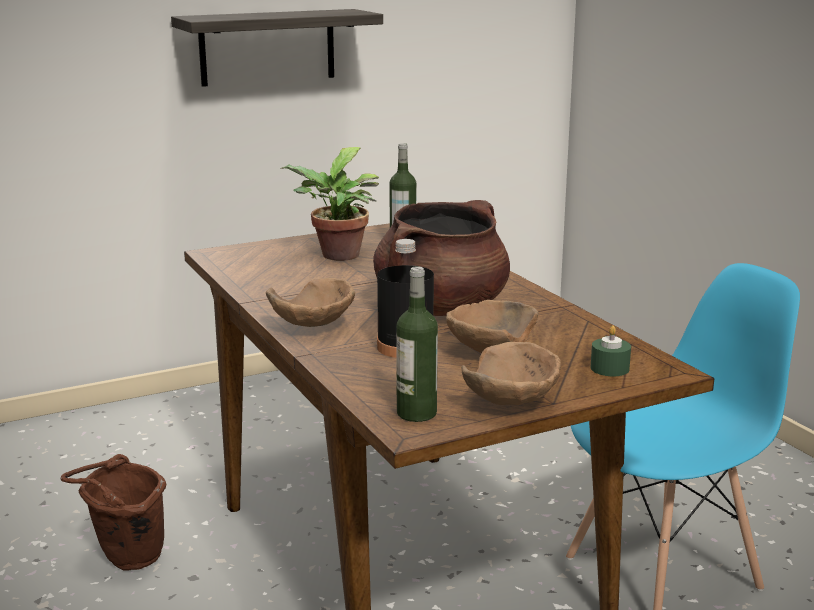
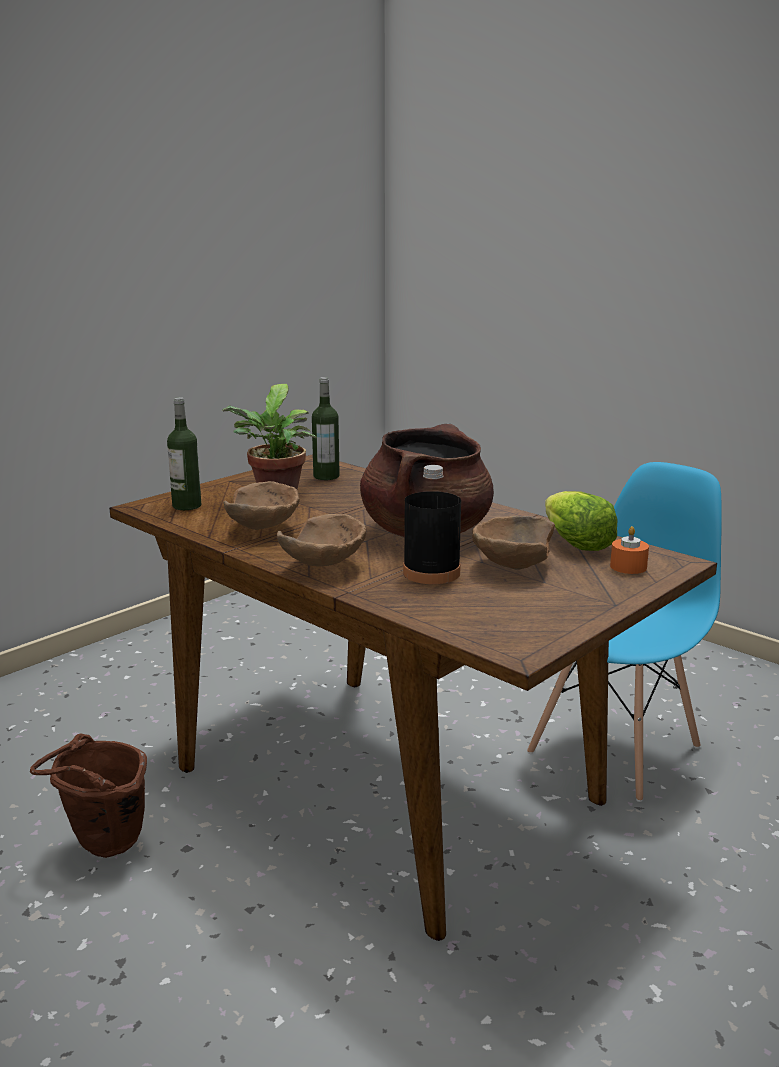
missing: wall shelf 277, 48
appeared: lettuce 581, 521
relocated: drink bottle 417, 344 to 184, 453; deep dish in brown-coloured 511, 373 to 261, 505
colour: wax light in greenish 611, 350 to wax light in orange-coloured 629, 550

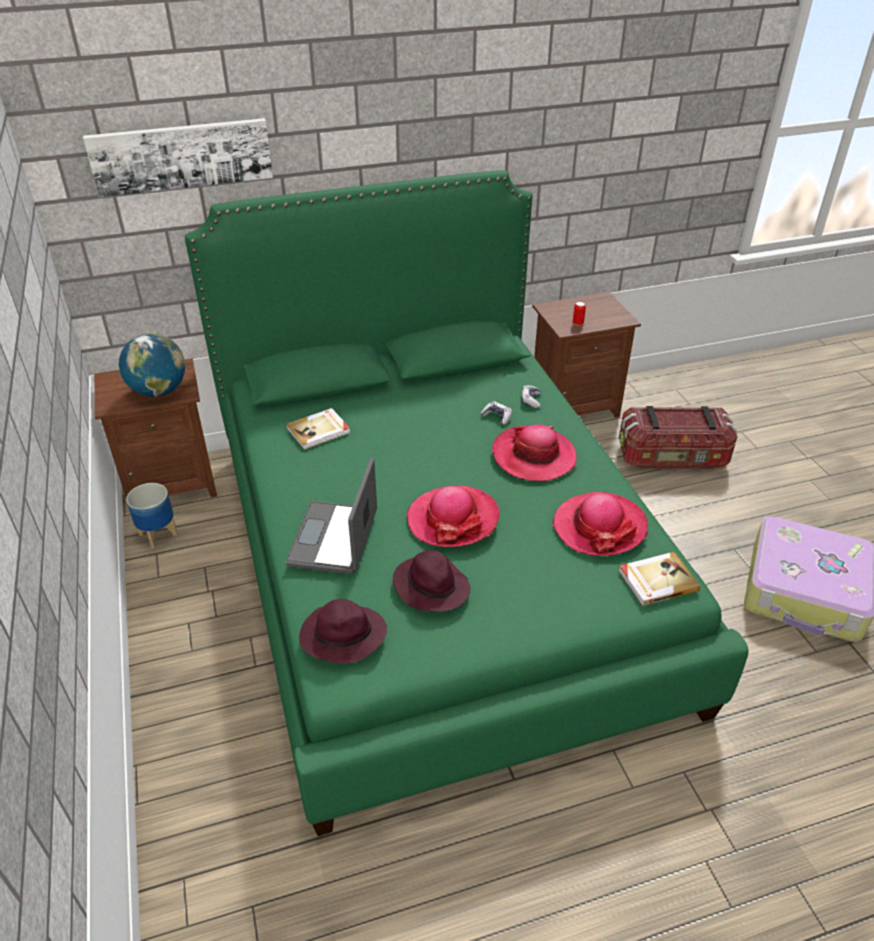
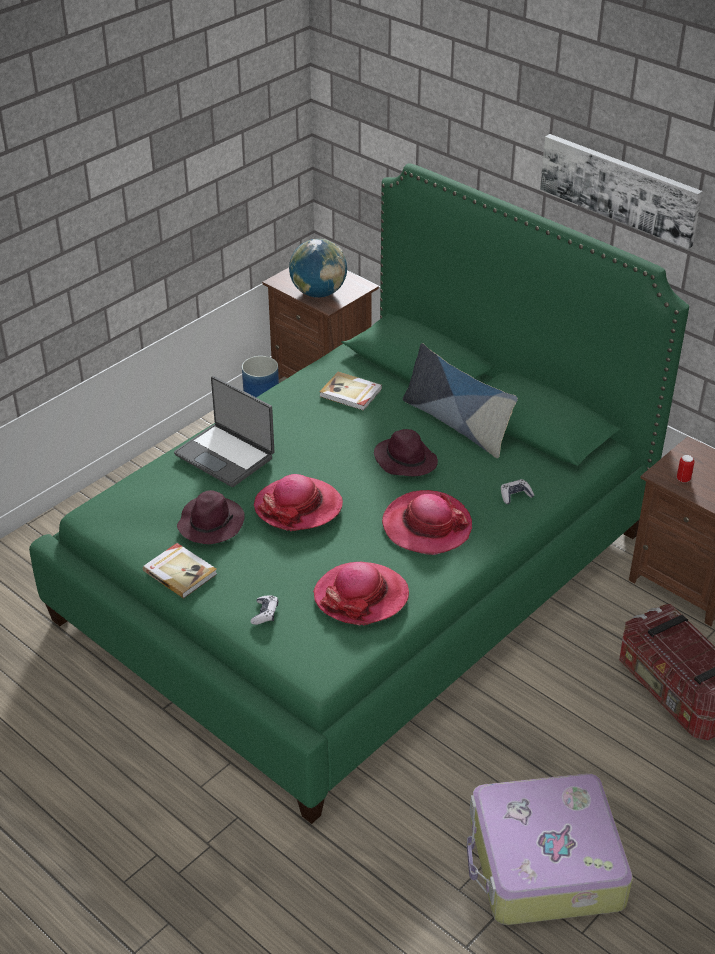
appeared: pillow 460, 400
relocated: wall art 178, 157 to 621, 191; hat in purplish 343, 631 to 406, 452; joypad 496, 413 to 264, 610; book 659, 579 to 180, 570
spun: portable computer 331, 516 = 224, 431 120 degrees counterclockwise

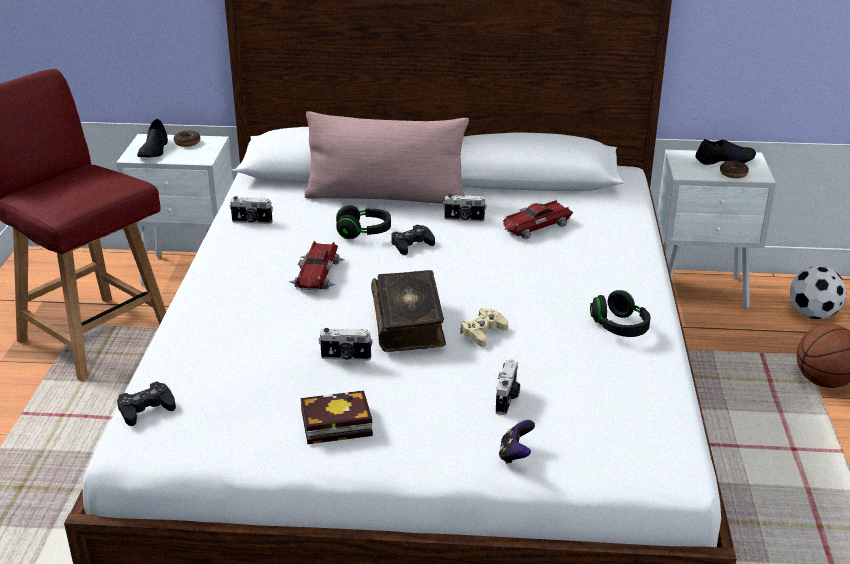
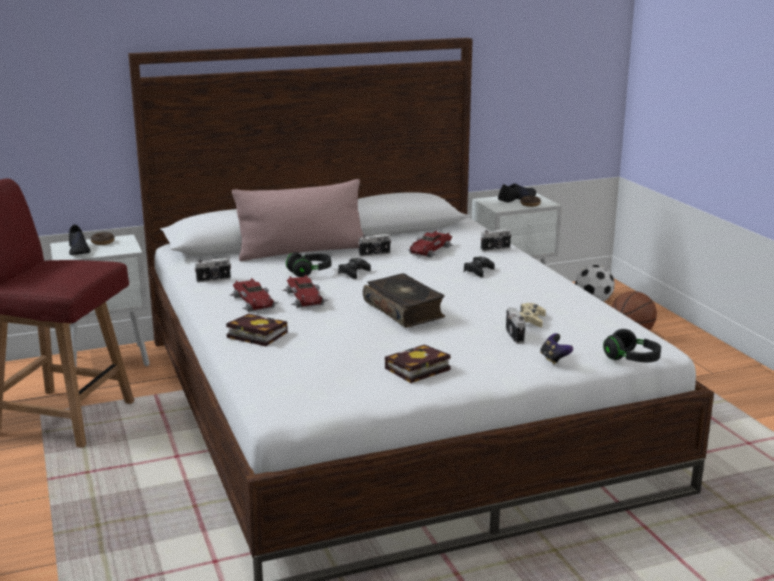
appeared: book 256, 330; toy car 254, 295
relocated: joypad in black 146, 404 to 479, 267; photo camera 345, 344 to 496, 240; joypad in sand-coloured 484, 327 to 532, 315; headset in black 620, 313 to 632, 345

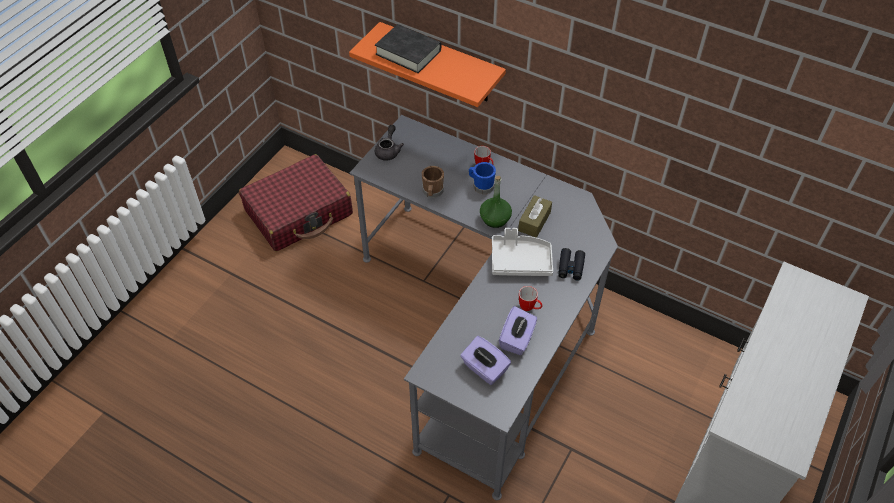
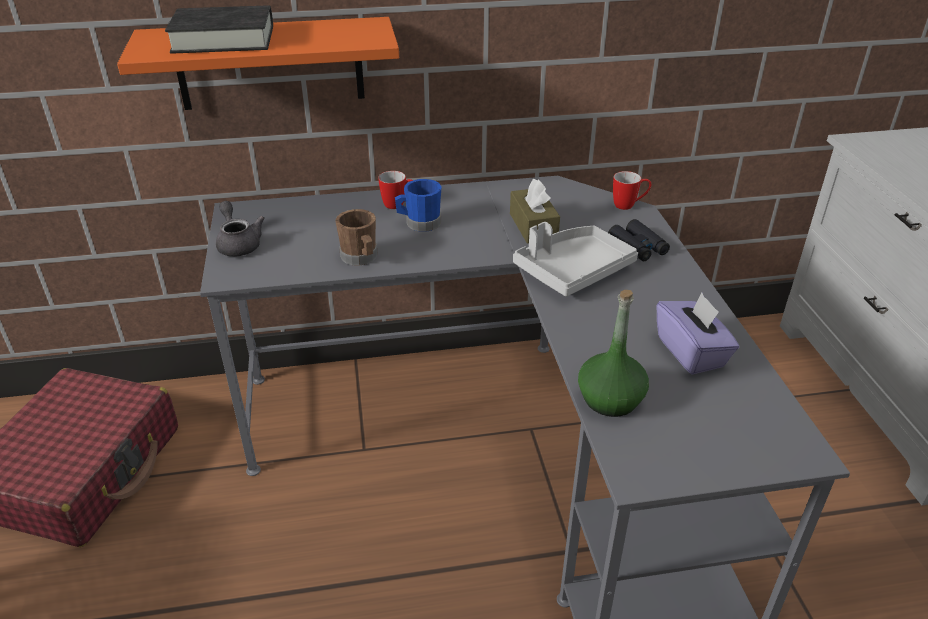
missing: box of tissues in purplish 485, 360
relocated: drink bottle in greenish 496, 202 to 613, 353; coffee mug 530, 298 to 632, 190

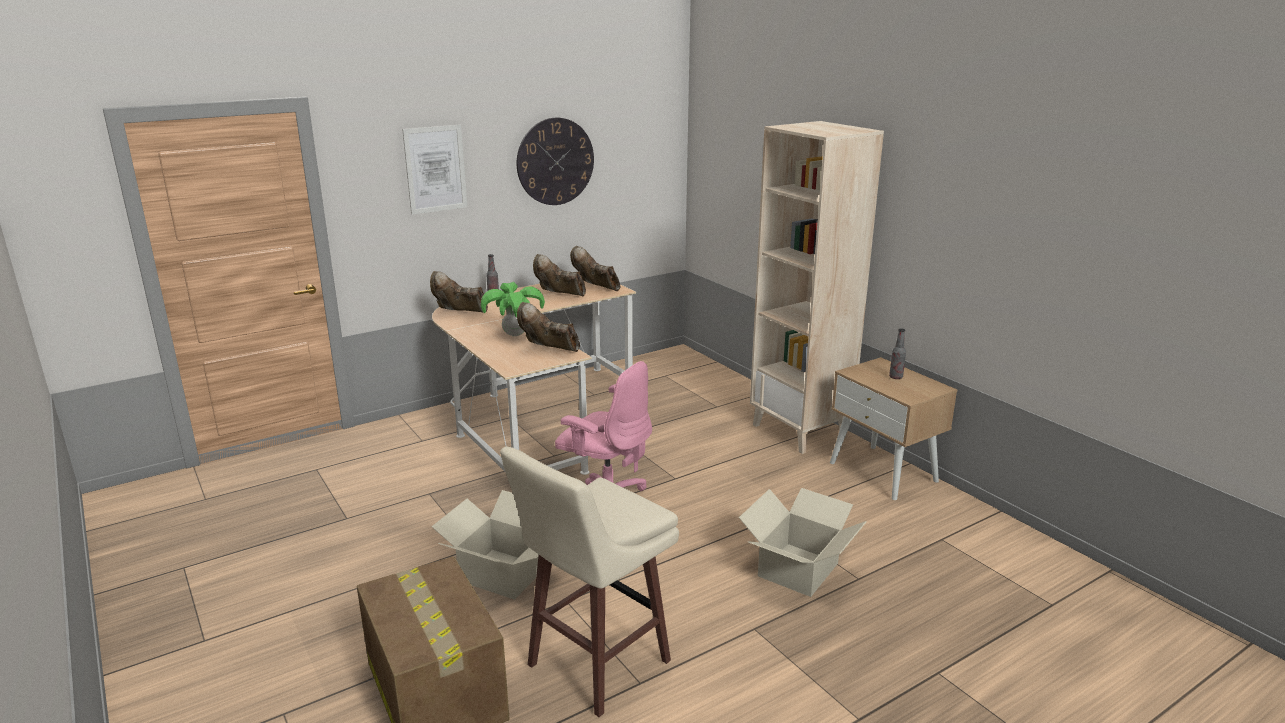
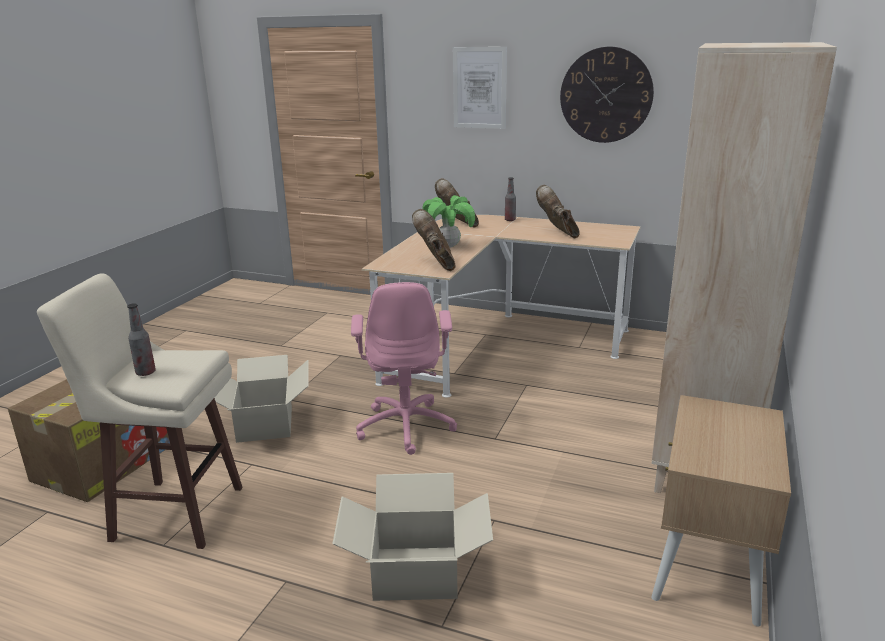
missing: tall boot in brown-coloured 595, 268
relocated: drink bottle 897, 353 to 141, 339

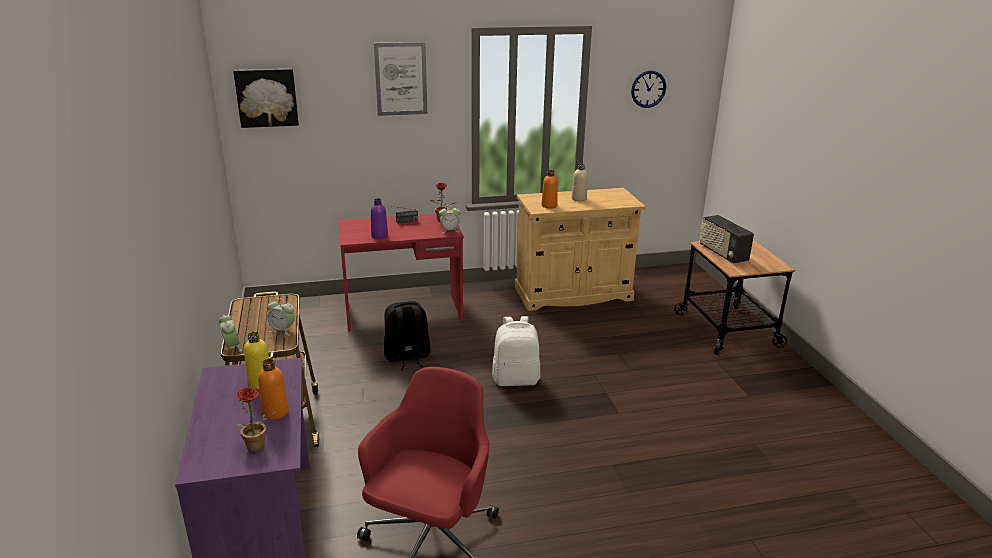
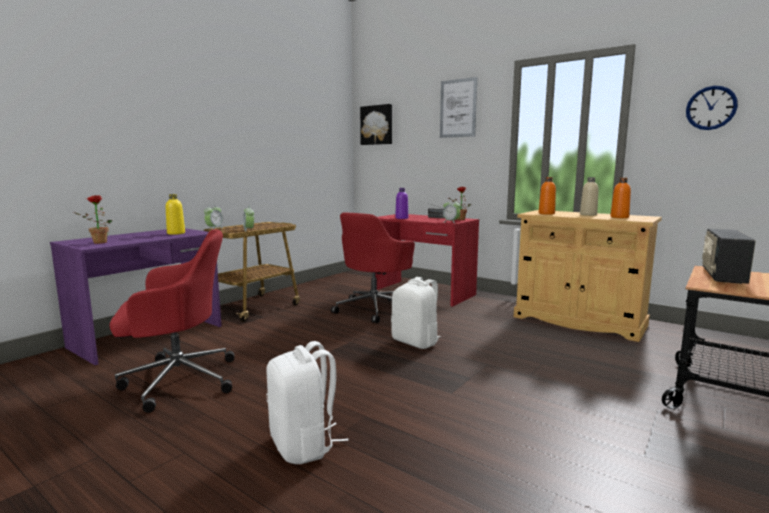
appeared: knapsack in white-coloured 307, 402
relocated: drink bottle in orange-coloured 273, 389 to 620, 198
exchanged: knapsack in black 407, 336 to office chair in red-coloured 373, 267

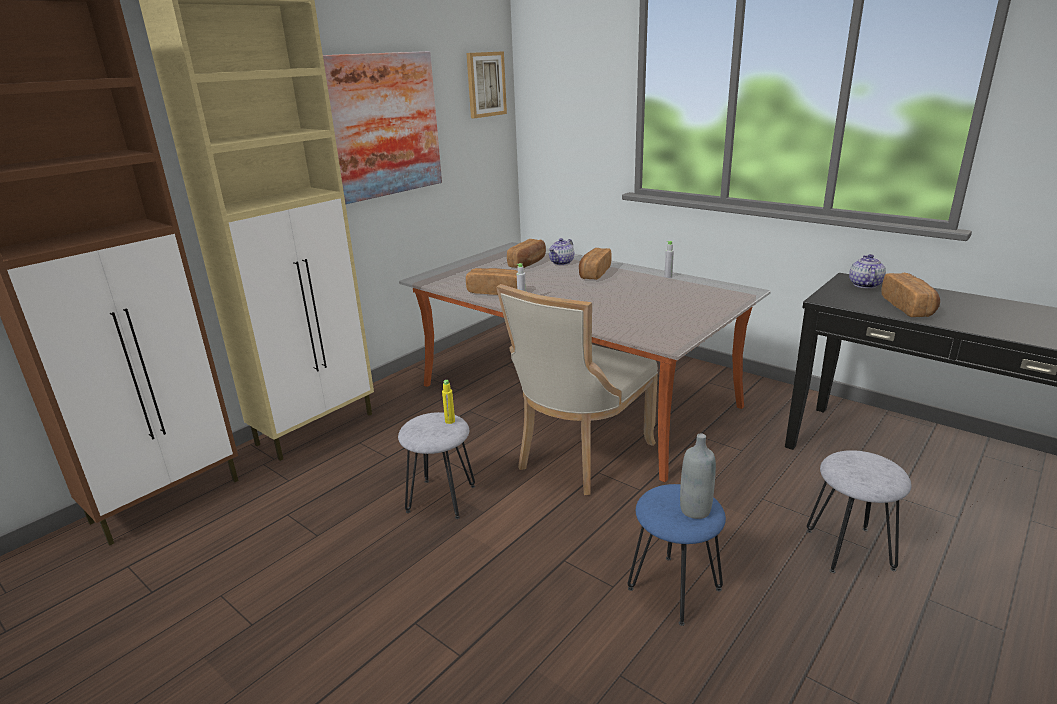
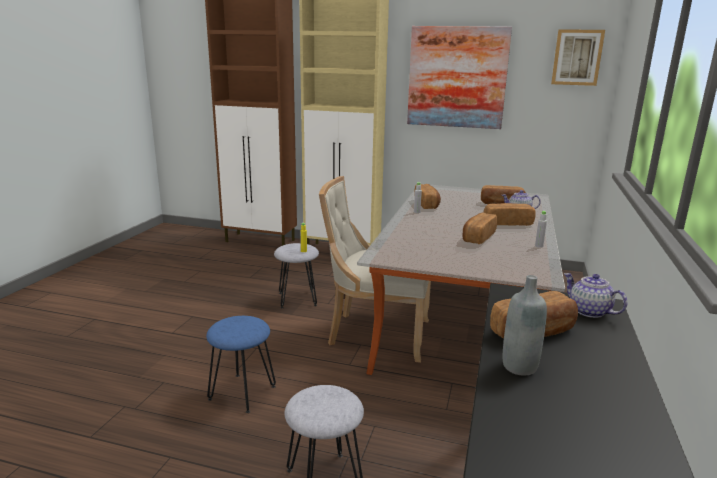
appeared: bread 479, 228
relocated: drink bottle in gray 698, 476 to 525, 325
spun: tea pot 867, 271 = 595, 295 120 degrees counterclockwise

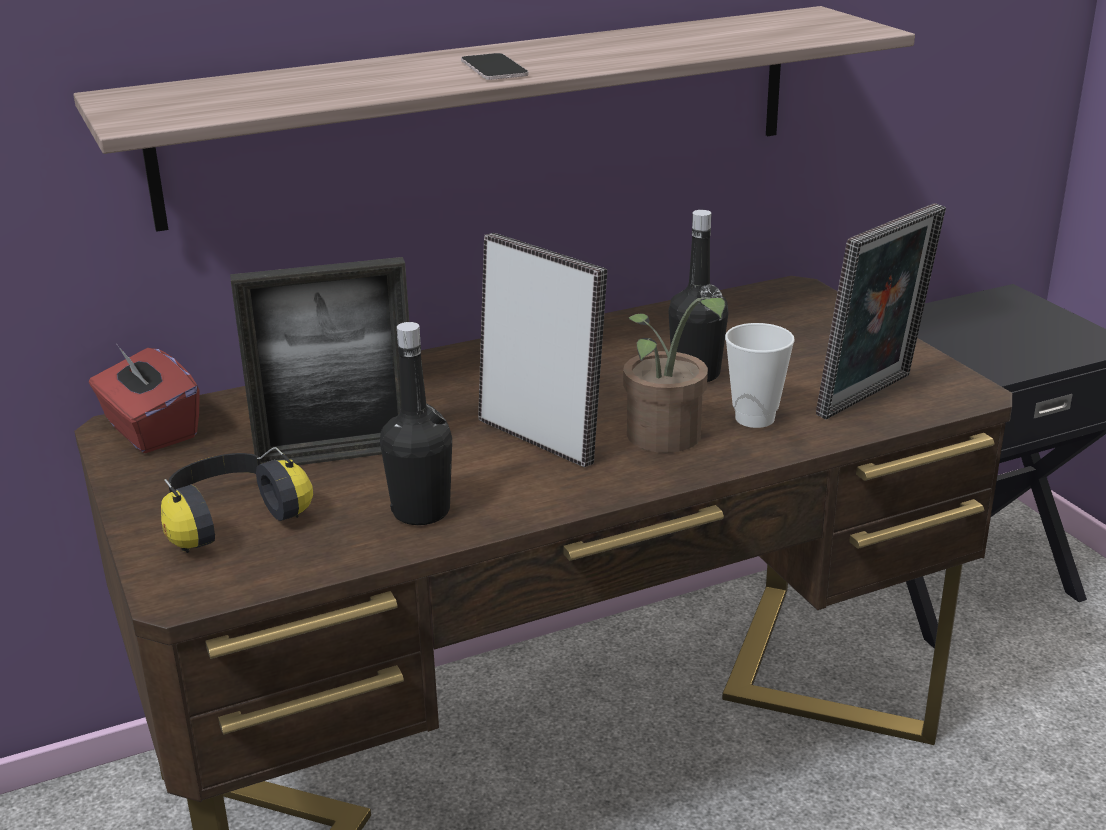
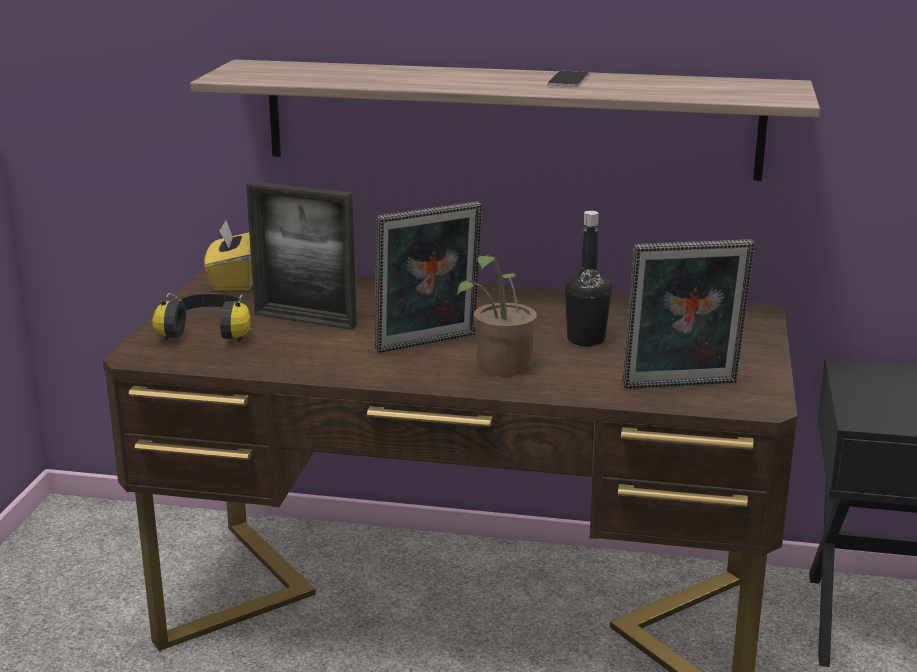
missing: drink bottle in black 416, 423; drinking cup 760, 375
relocated: telephone 495, 66 to 568, 79
colour: box of tissues in red-coloured 144, 399 to box of tissues in yellowish 228, 255
spun: photo frame 542, 350 = 428, 277 75 degrees clockwise

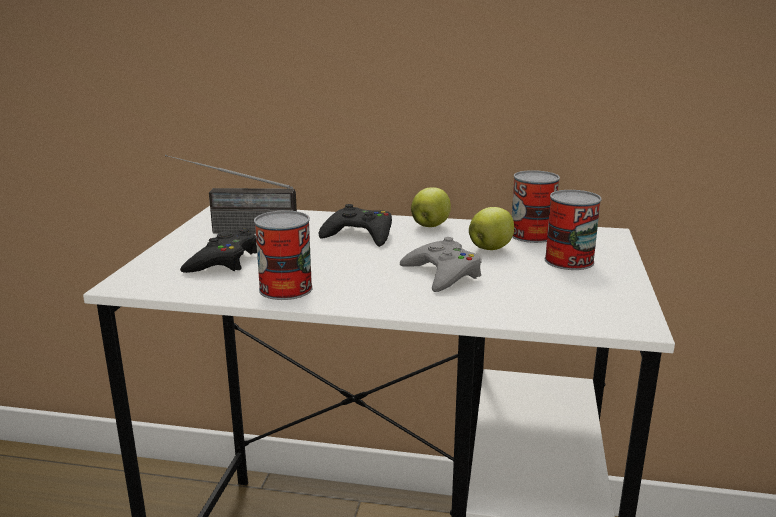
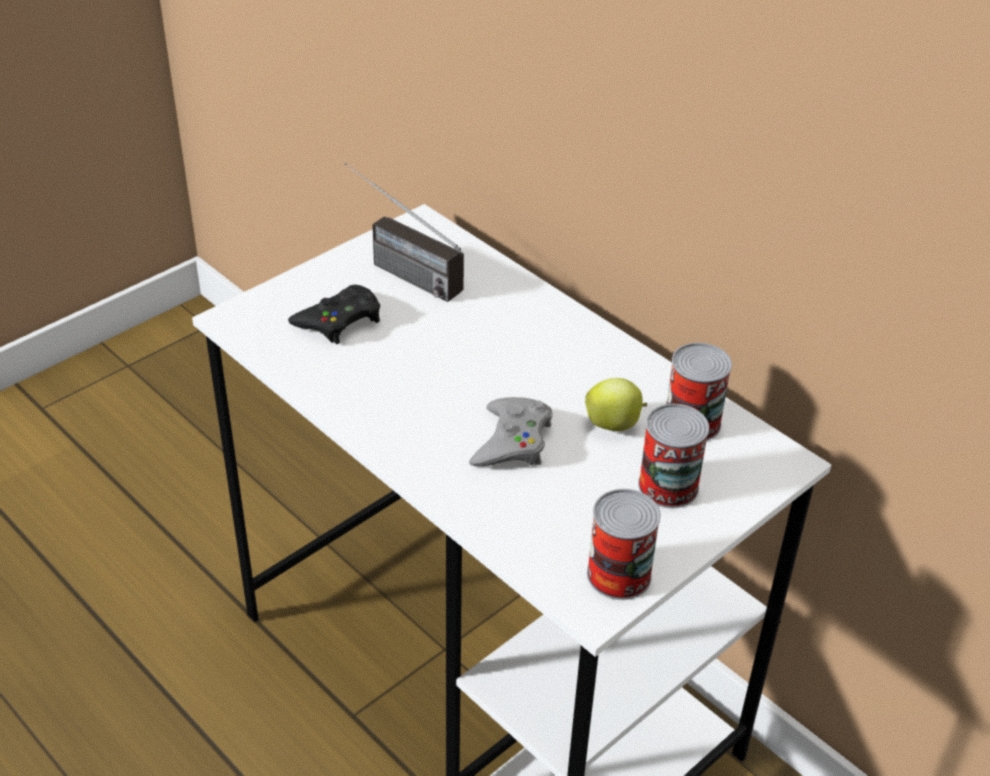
missing: joypad in black 355, 225; apple 431, 207
relocated: metal can 283, 255 to 624, 544

